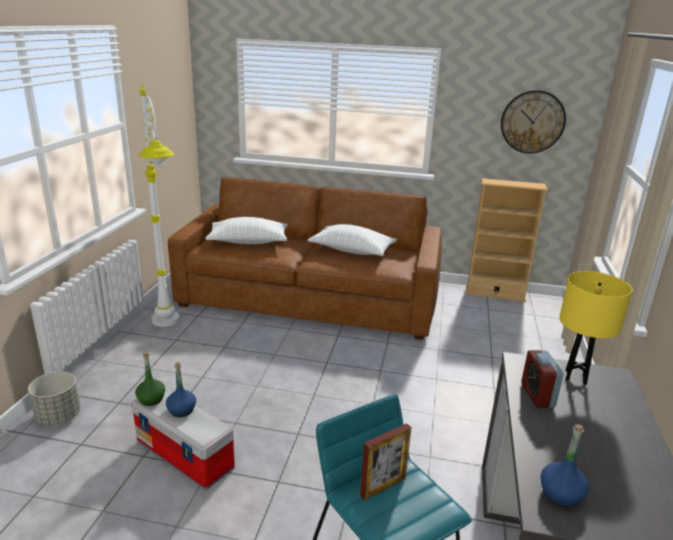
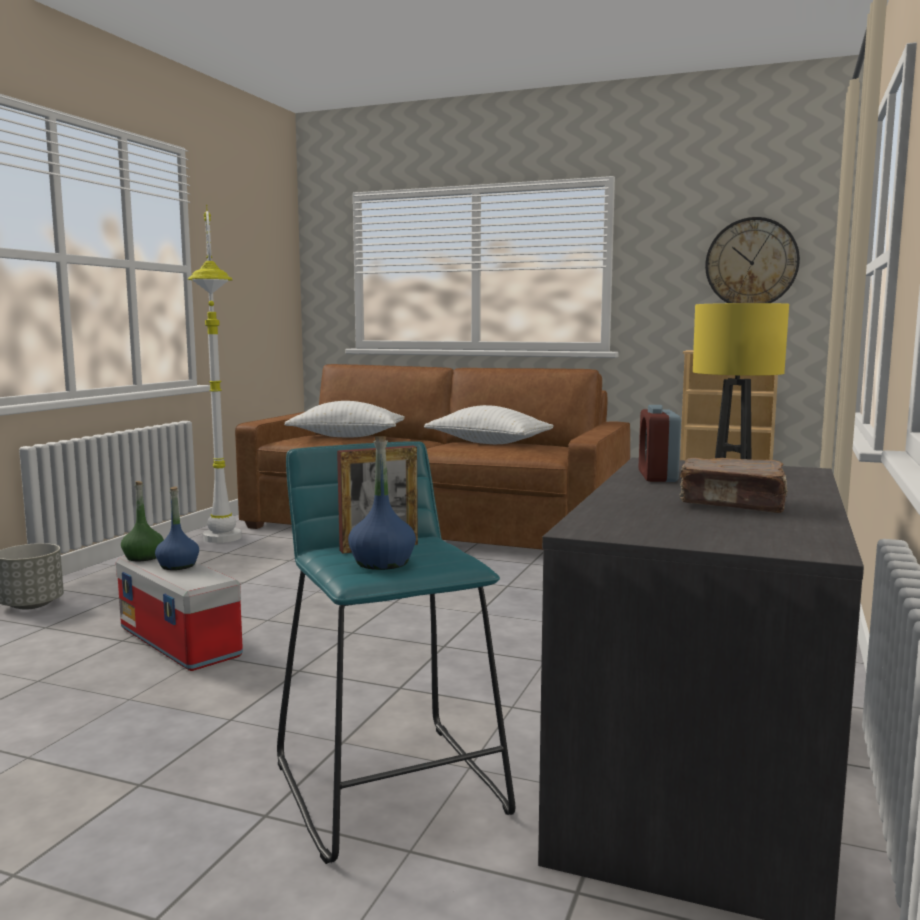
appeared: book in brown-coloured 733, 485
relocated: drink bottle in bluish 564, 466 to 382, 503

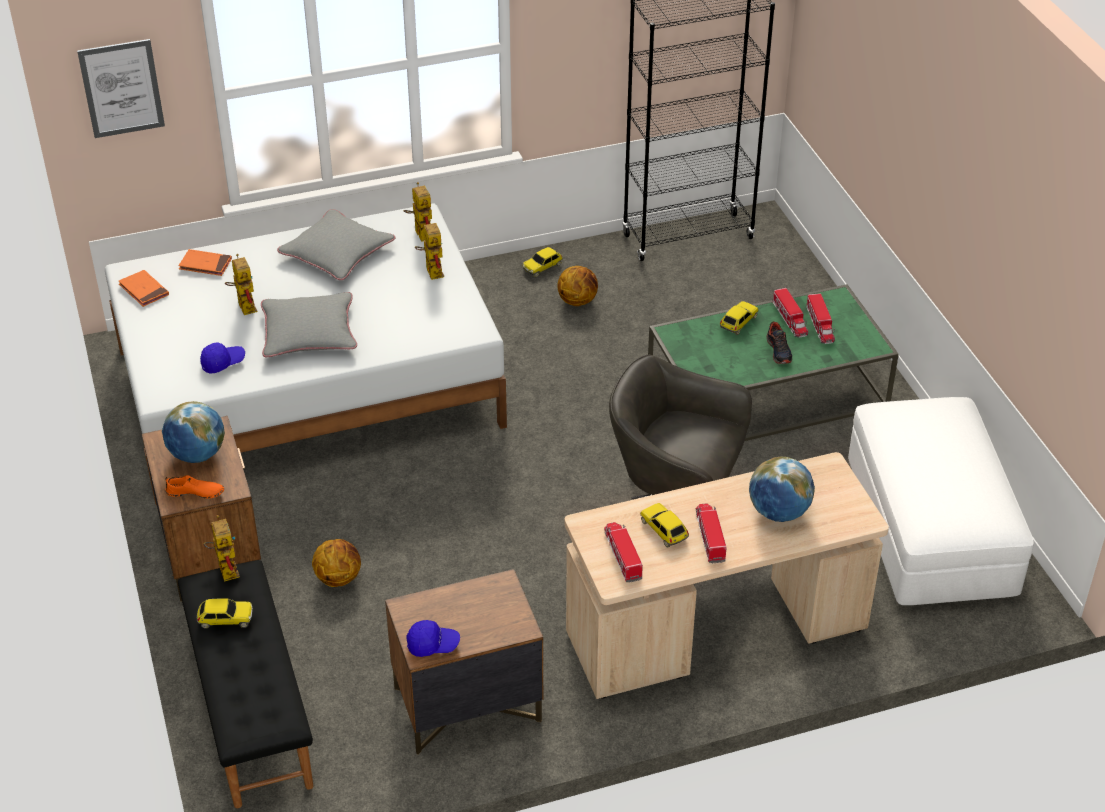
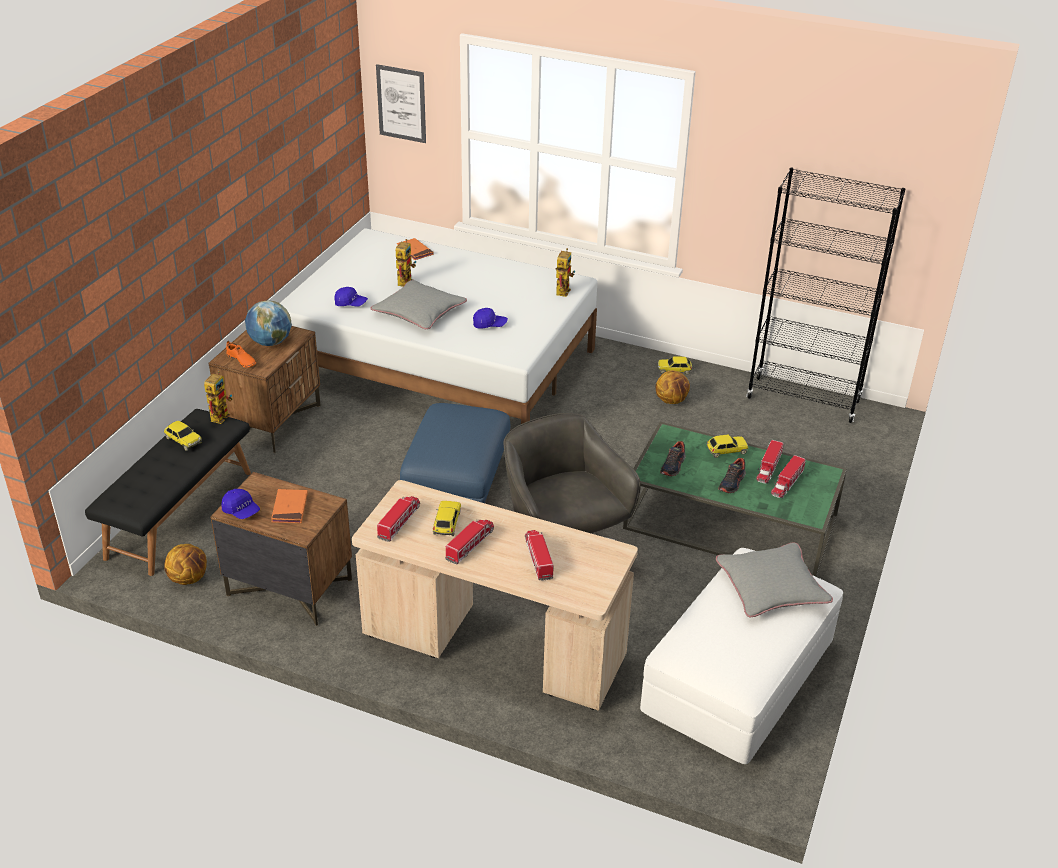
missing: model robot 429, 249
appeared: footrest in bluish 455, 453; peaked cap in bluish 490, 318; item of footwear 673, 458
relocated: book in orange-coloured 144, 288 to 289, 506; pillow in gray 336, 244 to 774, 579; ball for basketball 336, 563 to 185, 564
exchanged: world globe 782, 489 to toy lorry 539, 555

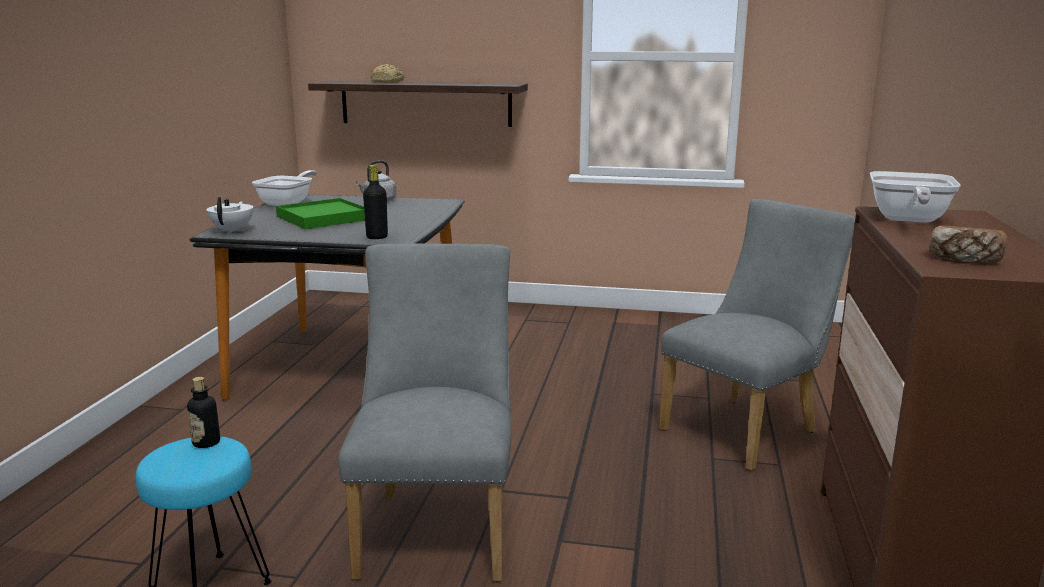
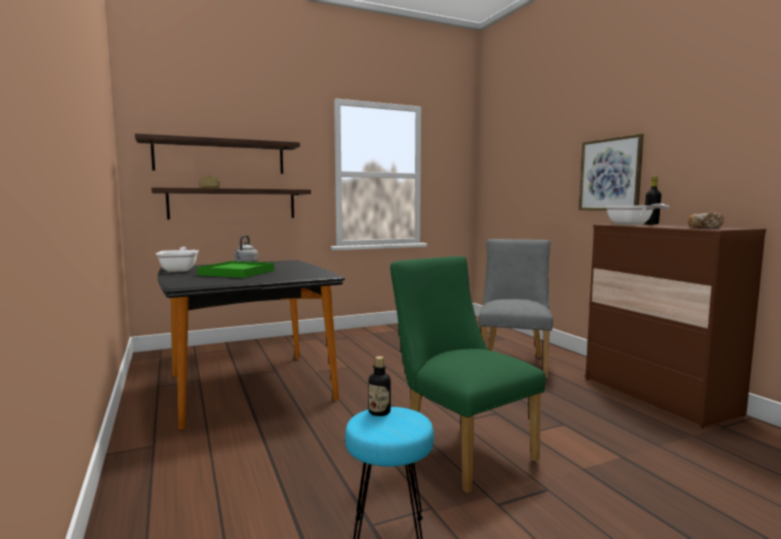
missing: tea pot in white-coloured 229, 215
appeared: wall shelf 217, 153; wall art 611, 172
relocated: drink bottle in black 375, 202 to 653, 200
colour: plain chair in gray 424, 412 to plain chair in greenish 468, 374

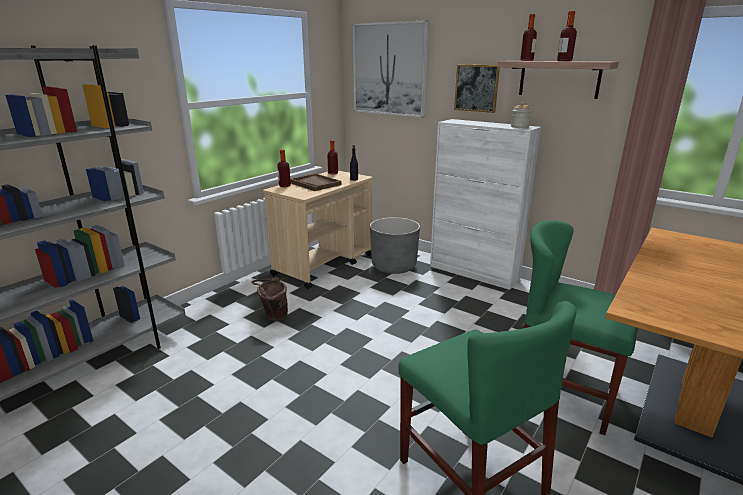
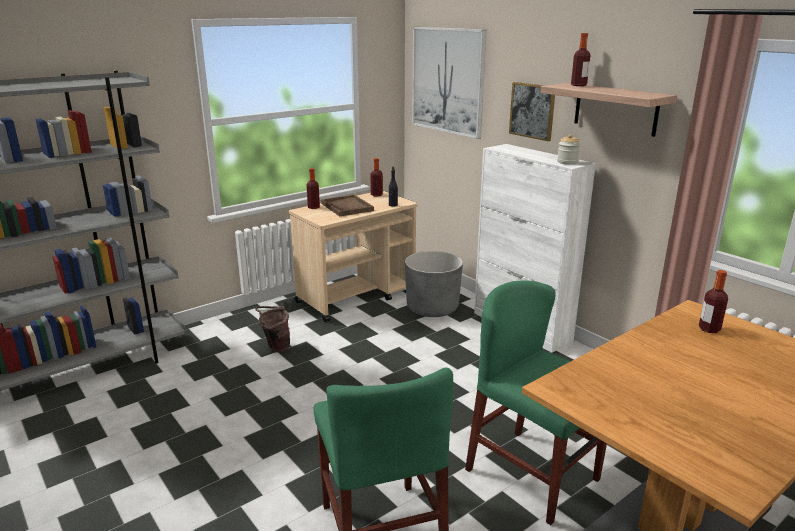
relocated: drink bottle 567, 36 to 713, 301

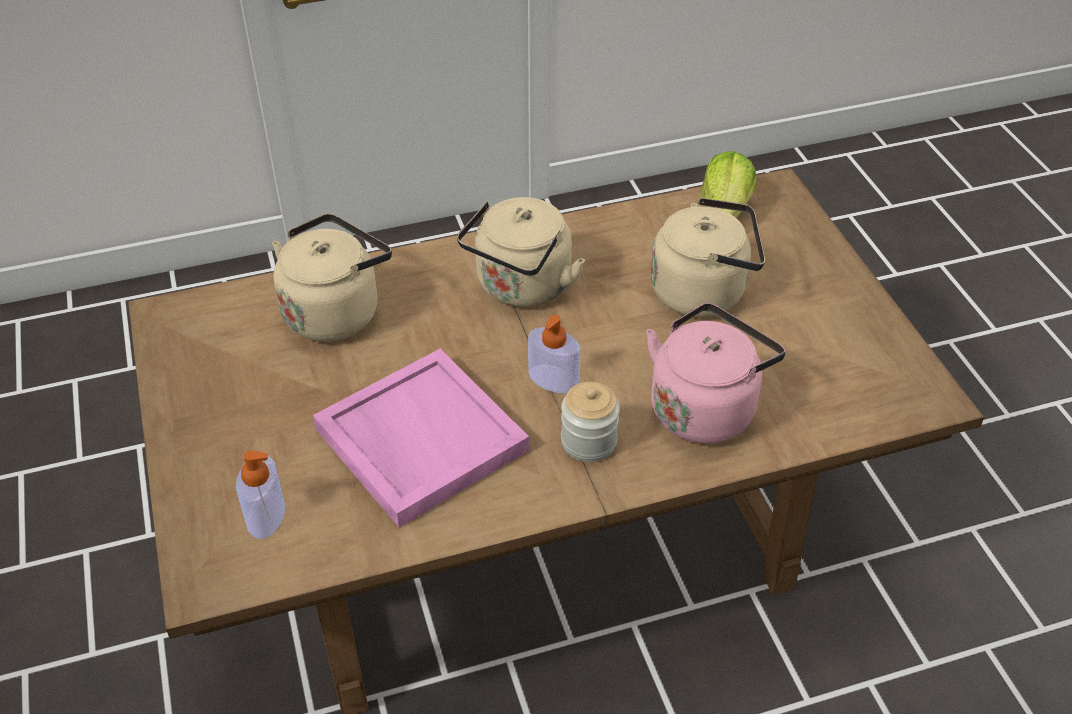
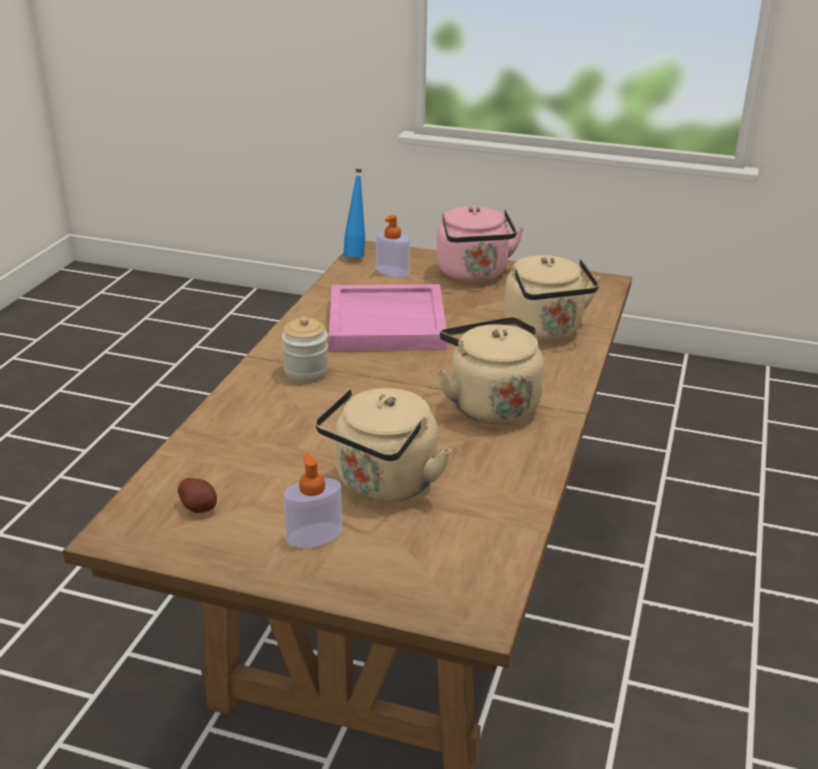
missing: lettuce 728, 184
appeared: whole potato 197, 495; drink bottle in bluish 354, 213
relocated: soap bottle 554, 354 to 313, 500; water kettle in pink 716, 373 to 480, 244

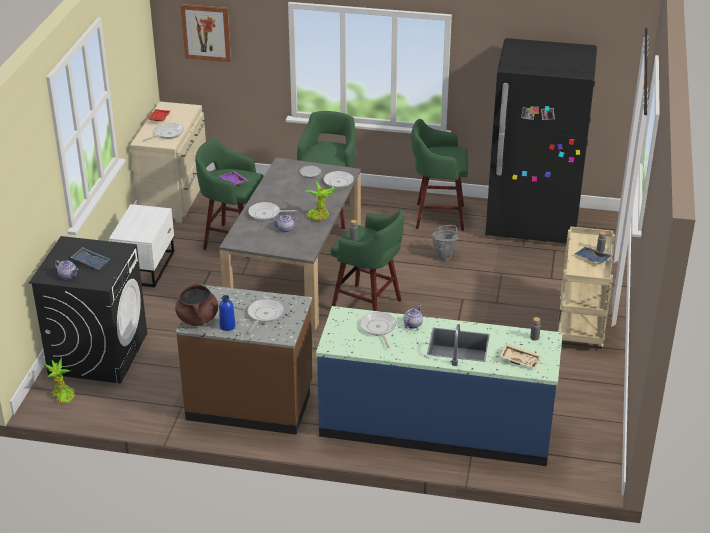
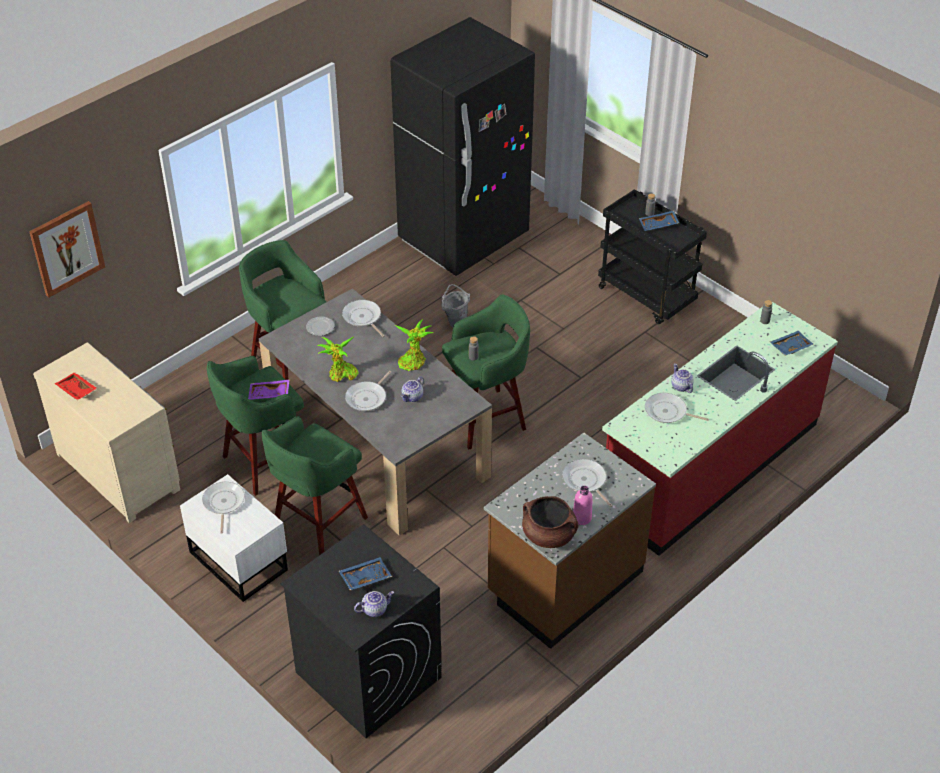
relocated: plant in a pot 59, 380 to 338, 359; pan 163, 132 to 223, 508; stool seat in greenish 440, 175 to 315, 485
colour: drink bottle in bluish 227, 313 to drink bottle in pink 583, 505; counter in bluish 439, 386 to counter in red-coloured 720, 429; carrying tray in sand-coloured 520, 356 to carrying tray in bluish 792, 343; wheeled cart in sand-coloured 586, 287 to wheeled cart in black 652, 257

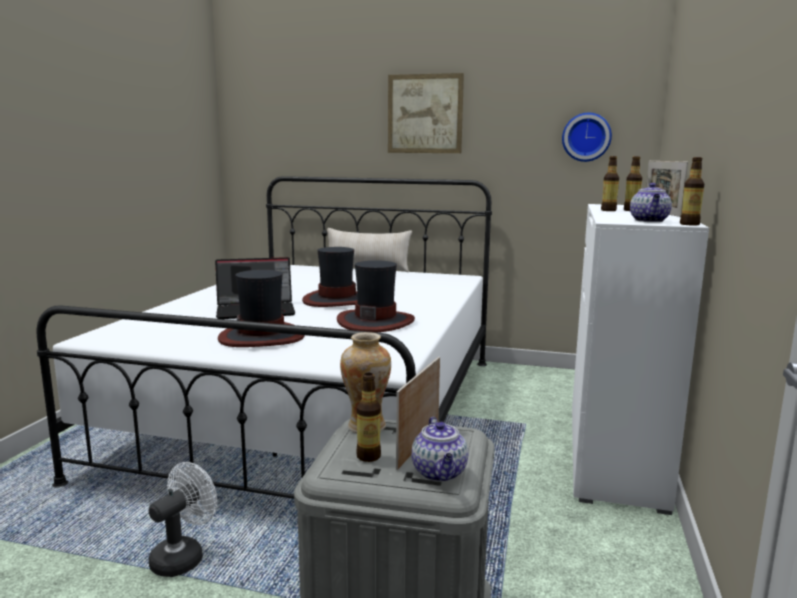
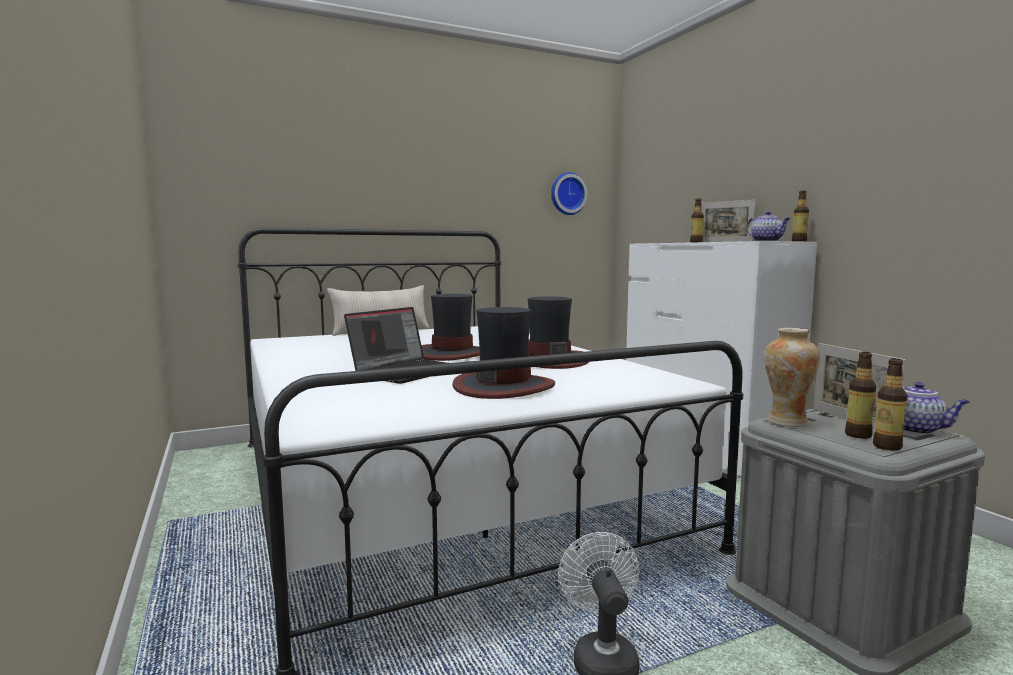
missing: wall art 426, 113
relocated: drink bottle 610, 183 to 890, 404

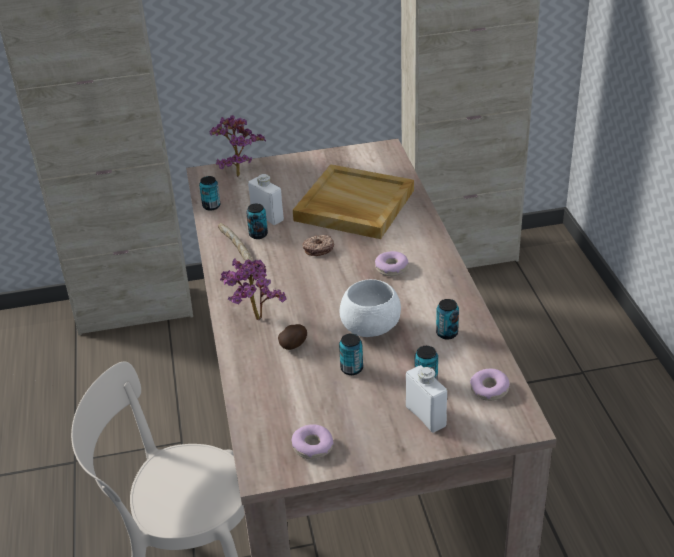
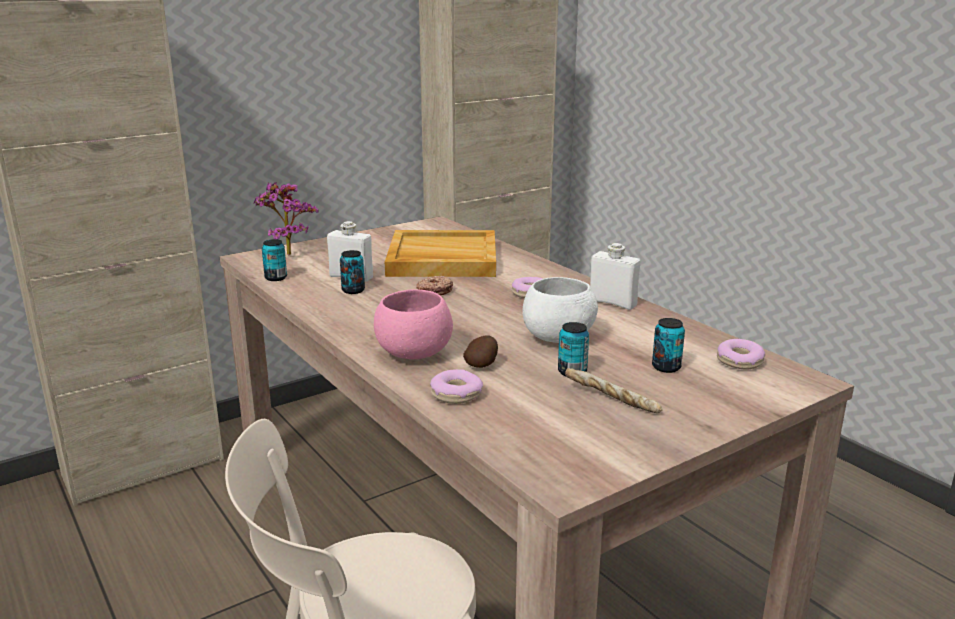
missing: metal can 447, 319
relocated: bread 235, 242 to 614, 390; ring doughnut 312, 441 to 456, 386; drink bottle in white-coloured 426, 399 to 615, 276
exchanged: plant in a pot 253, 289 to deep dish in pink 413, 324

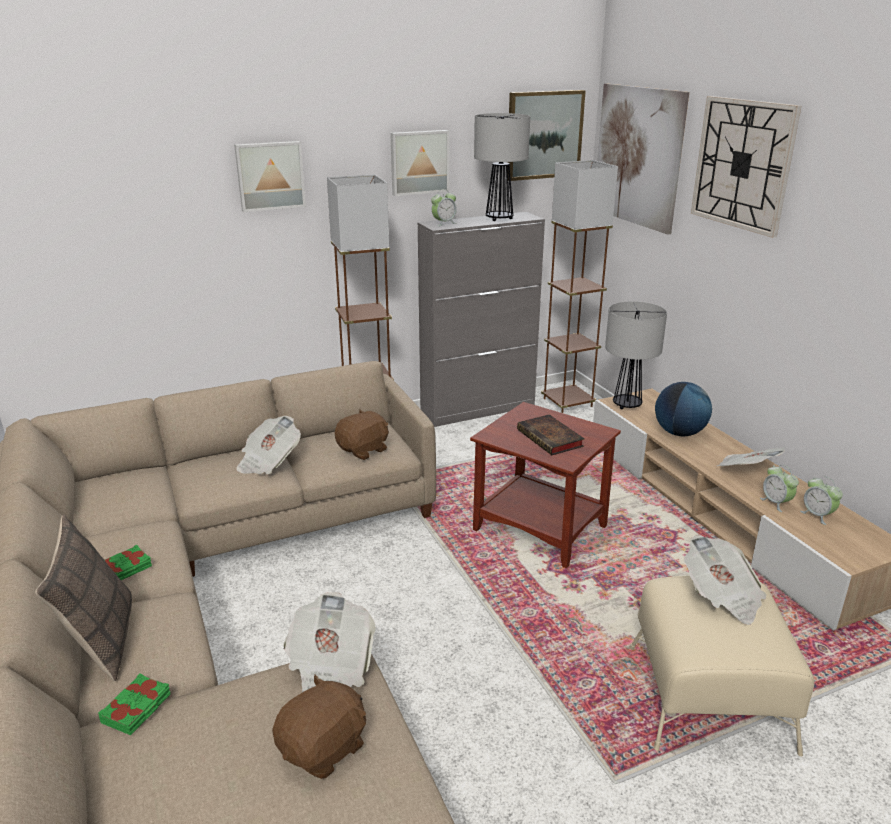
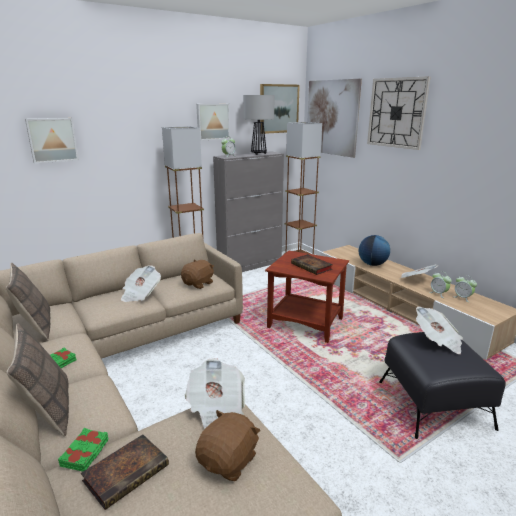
missing: tabletop lamp 636, 355
appeared: pillow 28, 301; book 125, 472
relocated: wall art 270, 176 to 52, 140
colour: footrest in sand-coloured 721, 666 to footrest in black 442, 385

